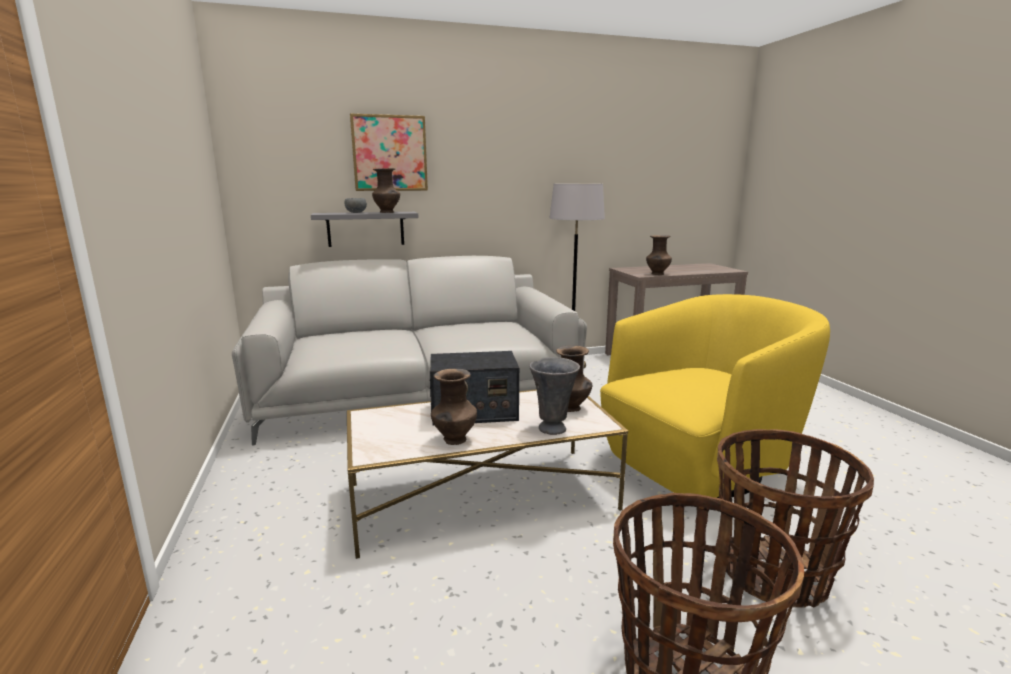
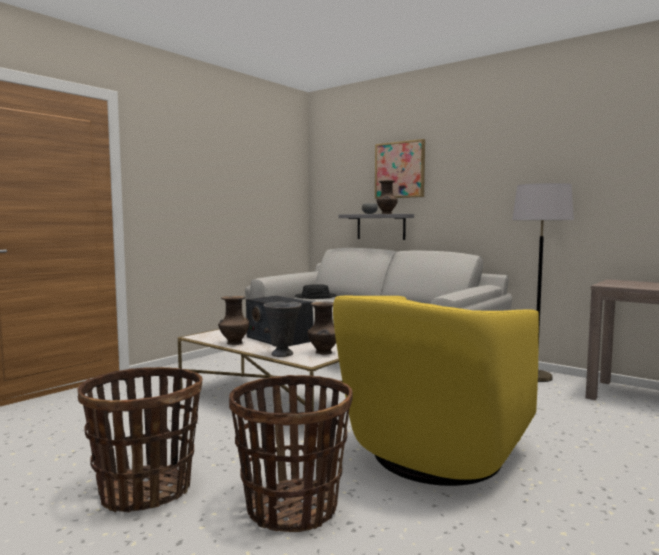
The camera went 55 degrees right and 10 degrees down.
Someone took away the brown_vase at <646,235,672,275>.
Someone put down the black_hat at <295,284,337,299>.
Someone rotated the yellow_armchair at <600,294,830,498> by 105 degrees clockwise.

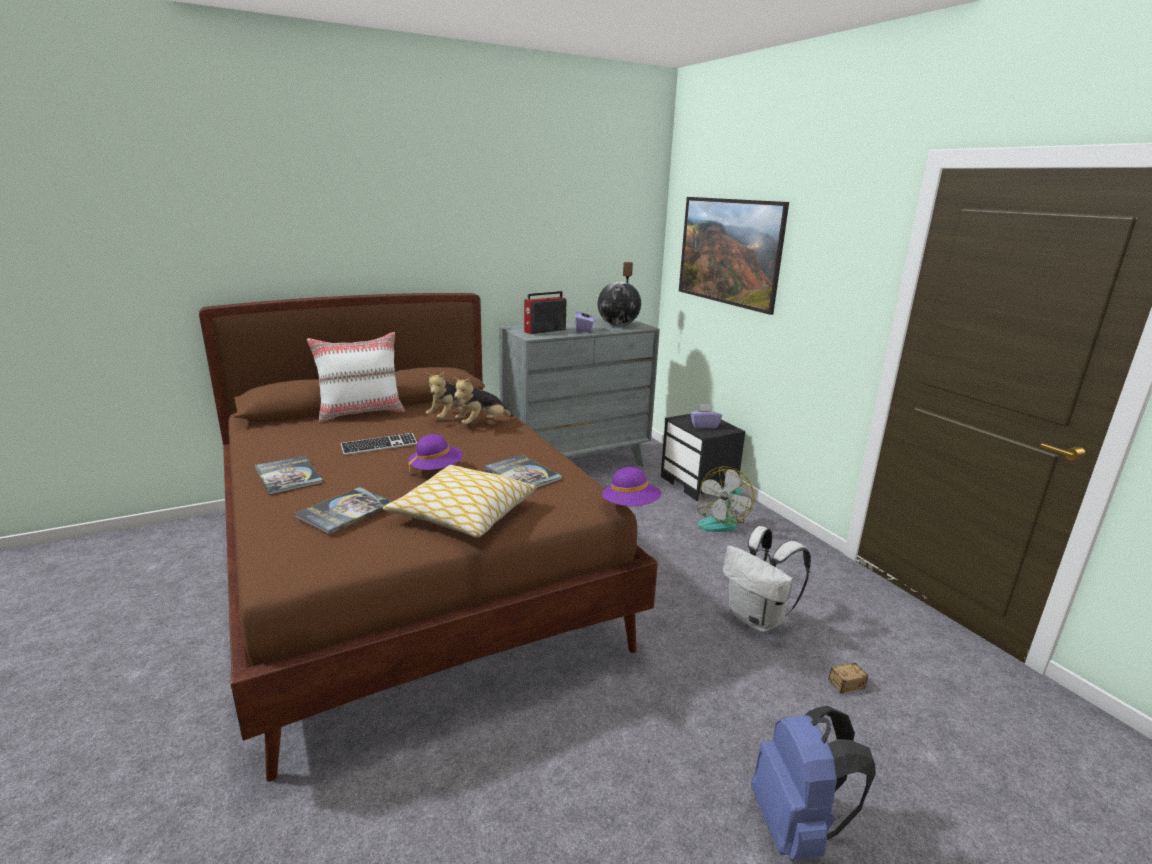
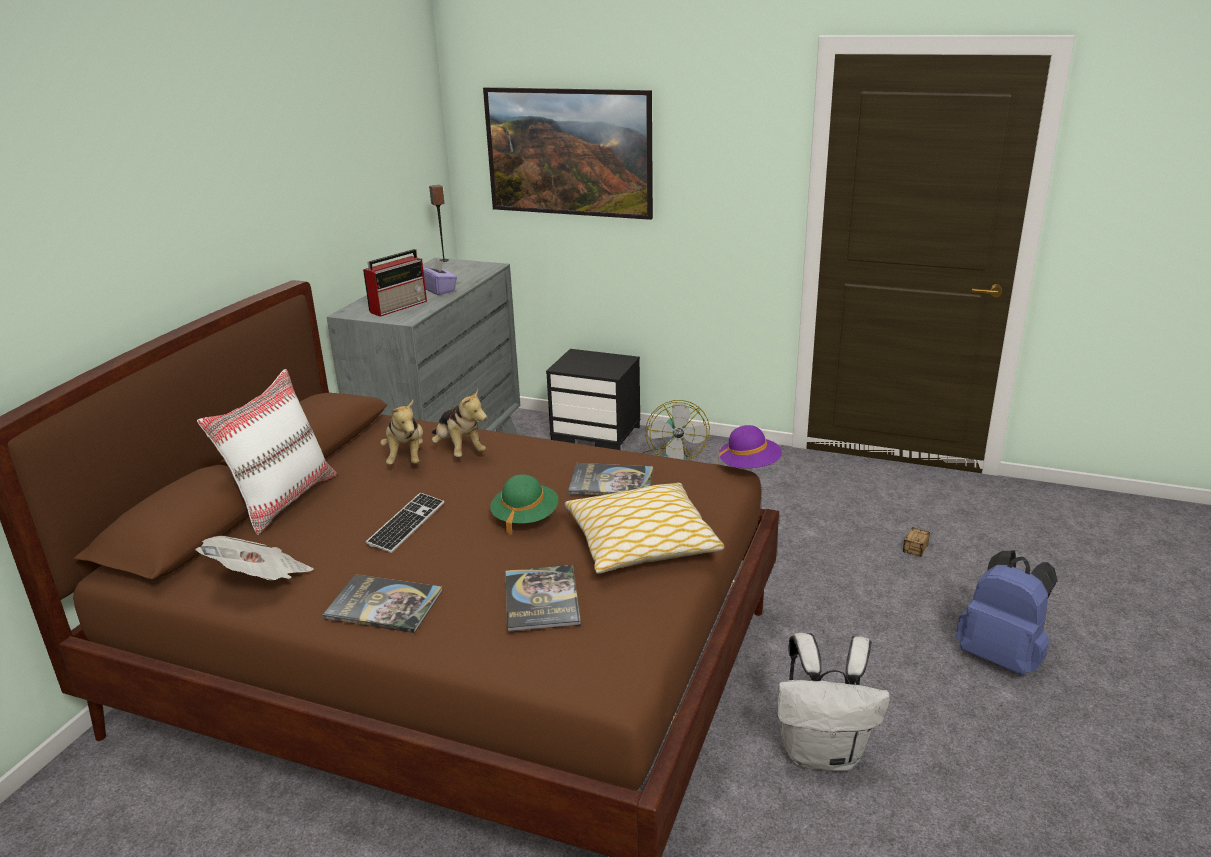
The camera went 40 degrees left and 5 degrees up.
Someone took away the globe at <597,281,641,326>.
Someone took away the purple_tissue_box at <690,404,722,428>.
Someone put down the newspaper at <195,536,313,581>.
Someone carried the white_backpack from <722,526,811,632> to <777,633,890,771>.
Someone repainted the purple_hat at <409,434,463,473>, which became the green_hat at <490,474,559,536>.
Someone rotated the plush_toy at <453,377,513,425> by 45 degrees counterclockwise.
Someone rotated the radio at <524,291,567,334> by 150 degrees counterclockwise.

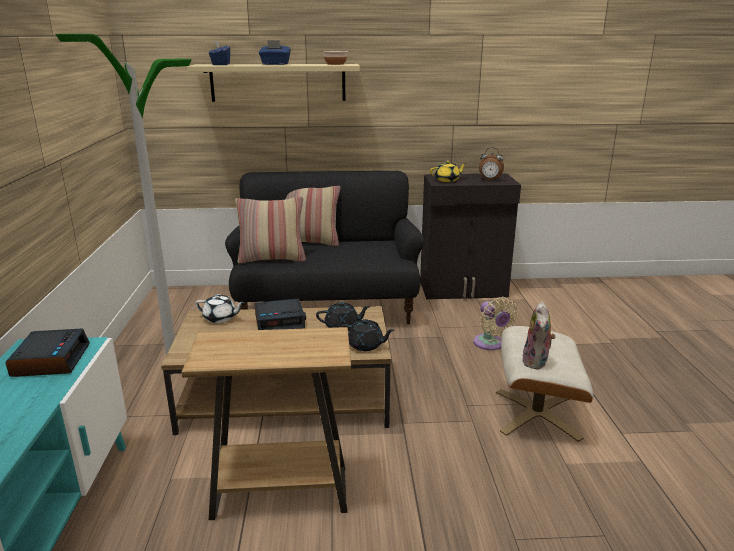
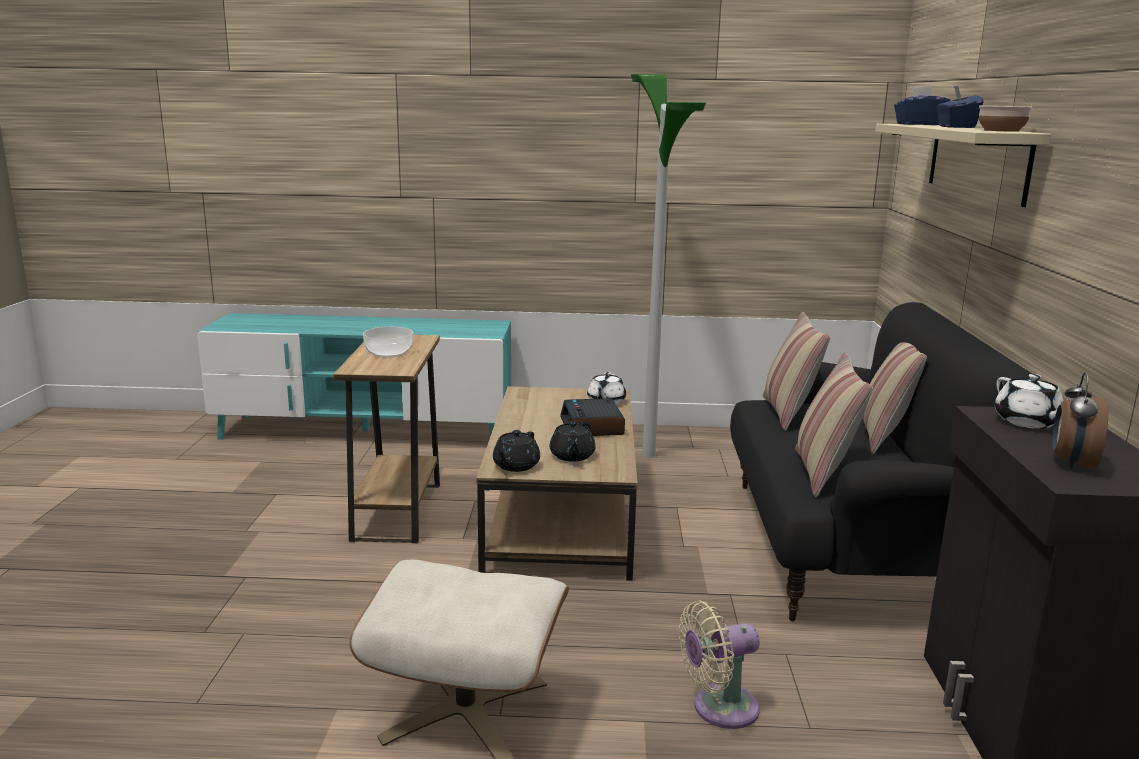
The camera went 95 degrees right and 5 degrees down.
Someone took away the alarm_clock at <6,329,90,377>.
Someone took away the plush_toy at <522,302,556,369>.
Someone put down the bowl at <363,327,413,358>.
Someone put down the pillow at <795,352,873,497>.
Someone repainted the yellow_teapot at <430,161,467,182>, which became the white_teapot at <995,374,1069,429>.

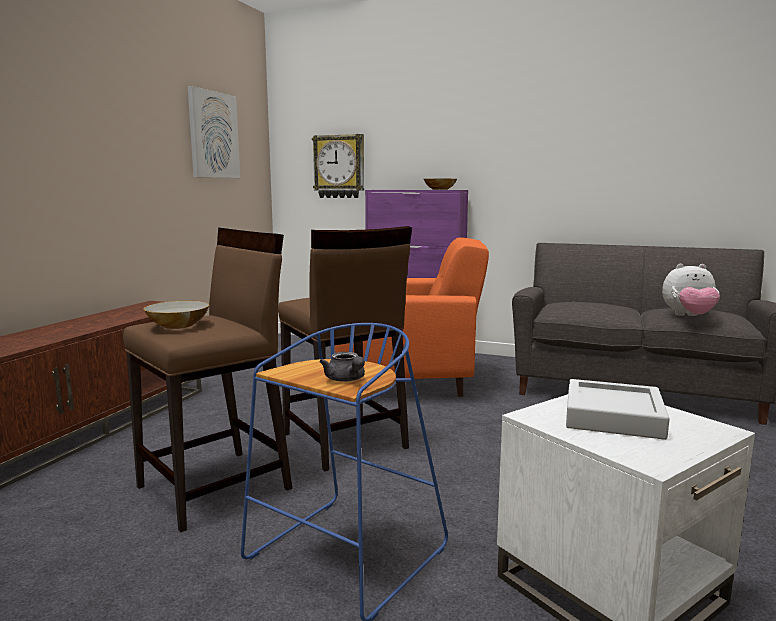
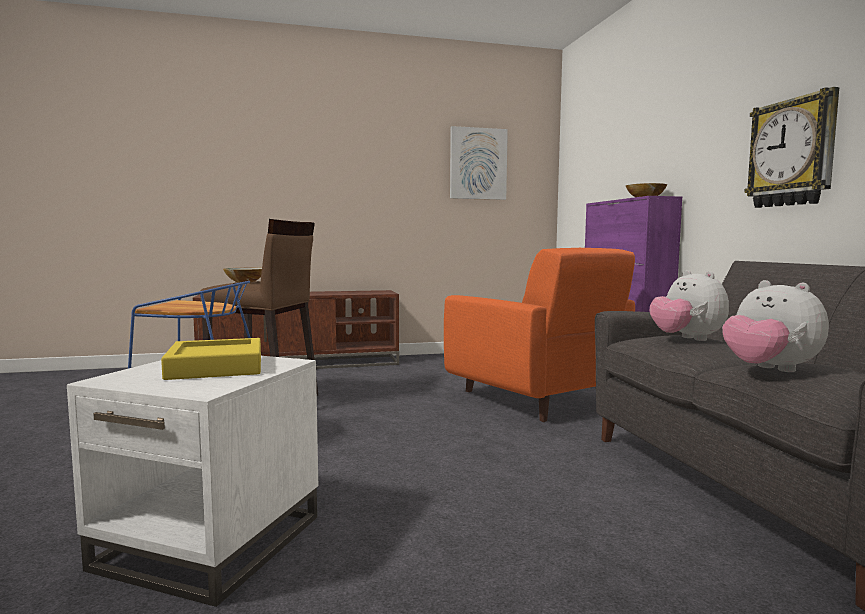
The camera went 55 degrees right and 5 degrees down.
Someone took away the brown_stool at <278,226,412,471>.
Someone took away the grey_teapot at <320,352,365,382>.
Someone put down the plush_toy at <650,270,729,341>.
Someone carried the wall_clock from <312,134,364,198> to <744,87,839,208>.
Someone repainted the grey_tray at <566,379,669,440>, which became the yellow_tray at <161,338,261,380>.

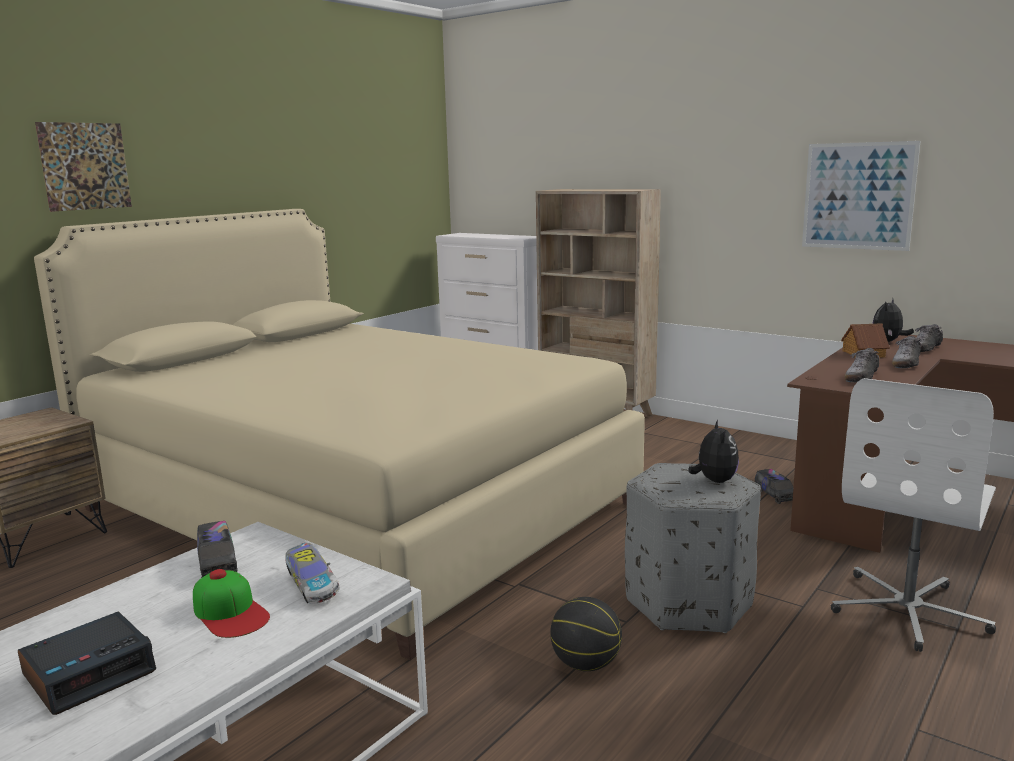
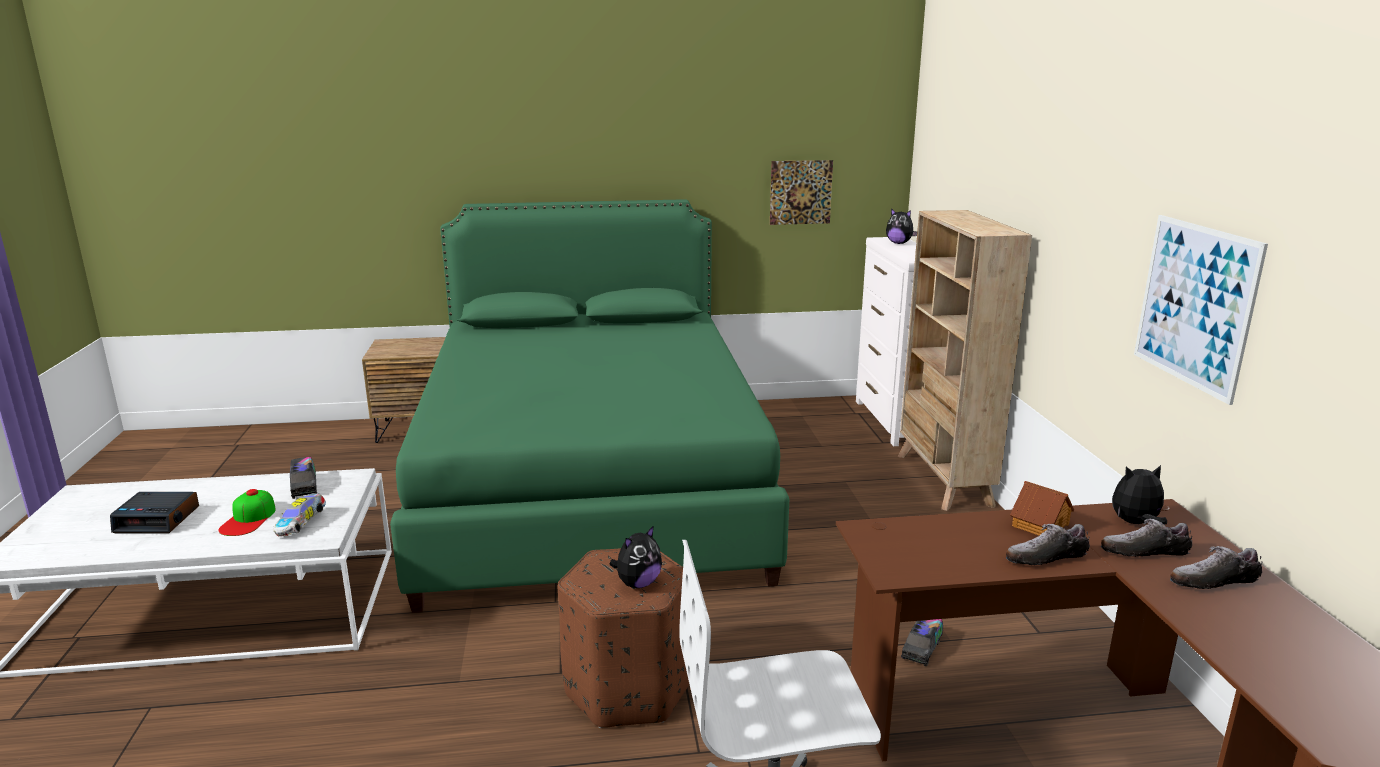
The camera went 45 degrees right and 5 degrees up.
Someone took away the basketball at <550,597,622,671>.
Someone put down the plush_toy at <886,208,917,244>.
Someone carried the picture from <35,122,132,212> to <770,160,833,225>.
Someone carried the shoe from <845,348,879,382> to <1170,546,1262,589>.
Someone repainted the beige_bed at <34,209,645,660>, which became the green_bed at <390,199,789,613>.
Someone repainted the grey_ottoman at <625,463,761,633>, which became the brown_ottoman at <557,548,689,728>.
Someone rotated the toy_truck at <197,521,238,578> by 45 degrees counterclockwise.

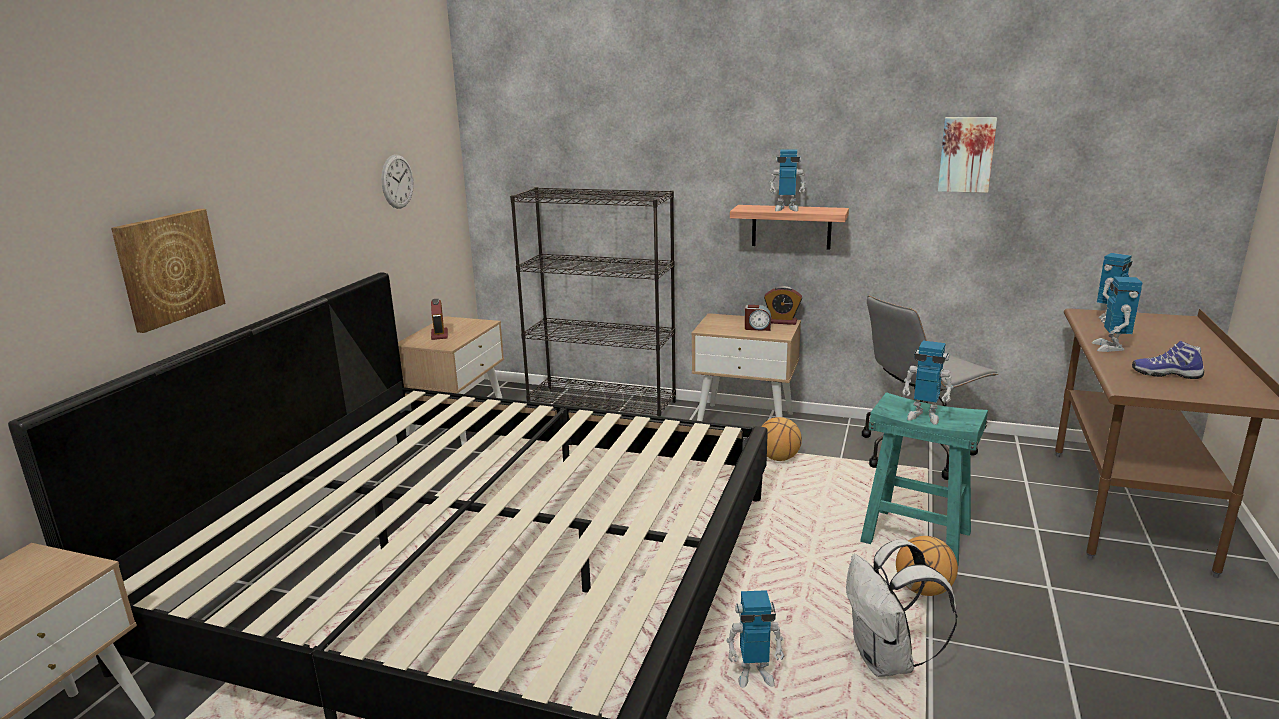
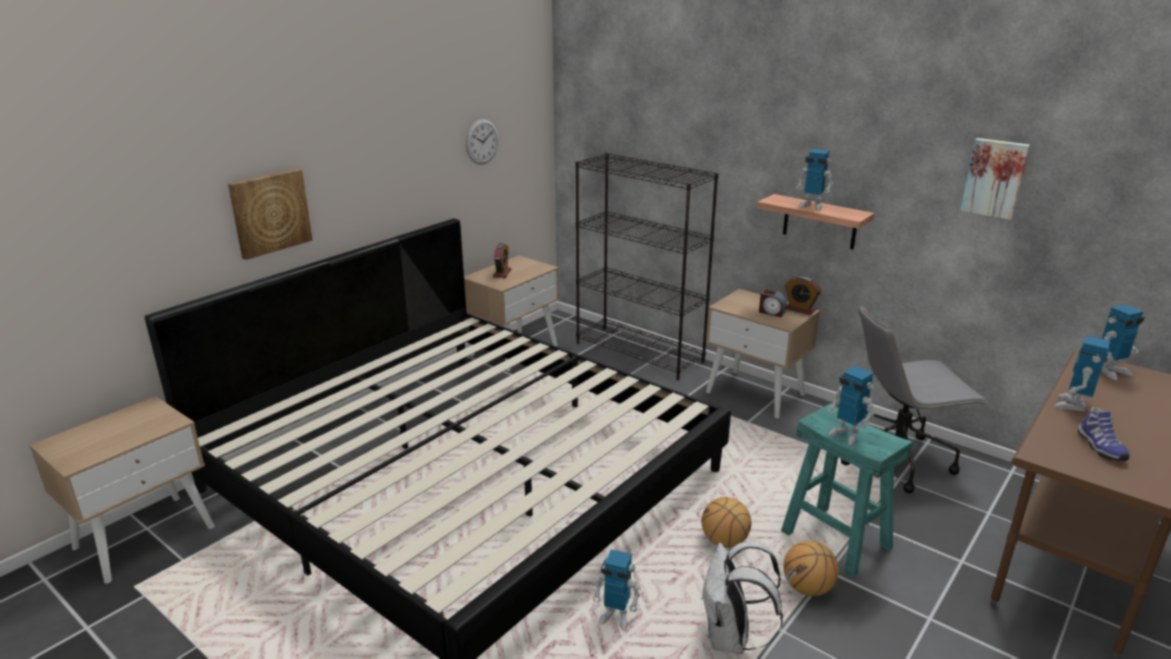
The camera went 20 degrees right and 5 degrees up.
Someone carried the basketball from <761,417,802,461> to <701,497,751,548>.
Someone rotated the shoe at <1132,341,1204,379> by 135 degrees counterclockwise.

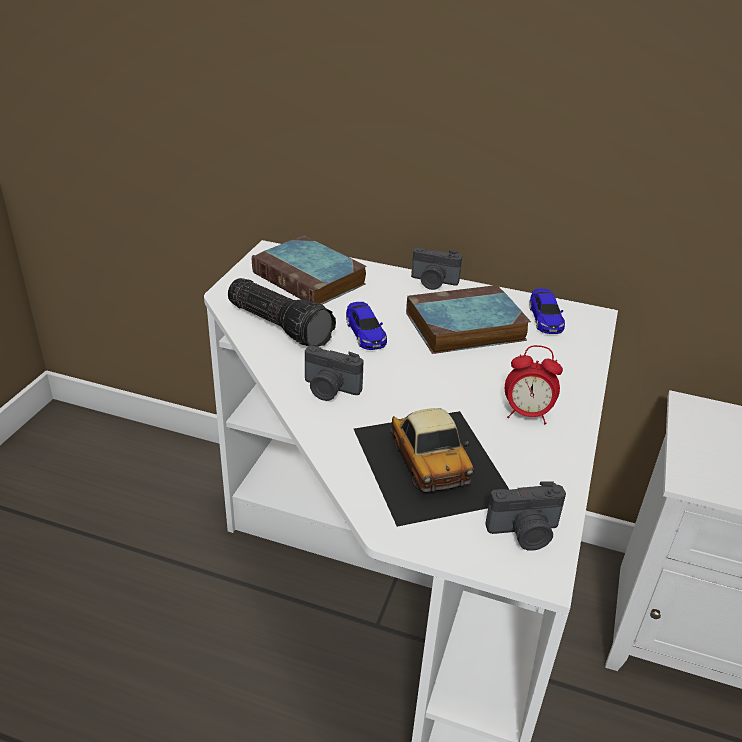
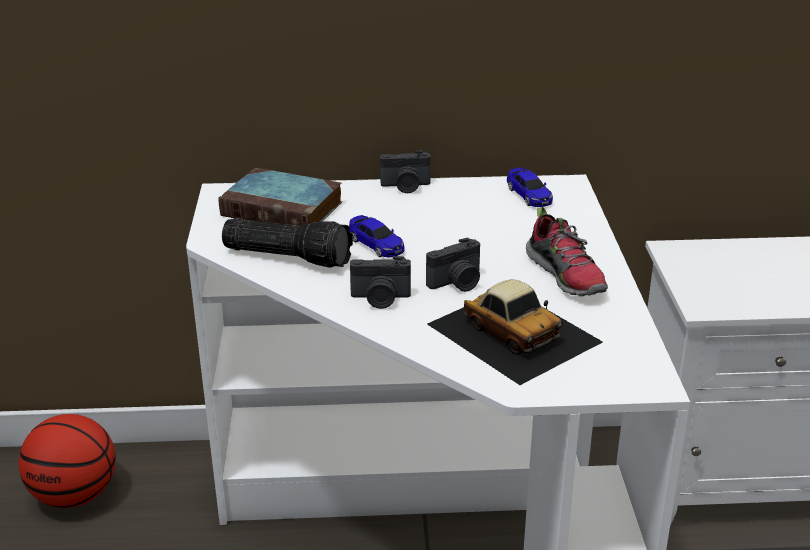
The camera went 20 degrees left and 5 degrees down.
Someone took away the book at <406,285,531,354>.
Someone put down the basketball at <19,414,116,508>.
Someone carried the photo_camera from <485,481,566,551> to <426,238,480,292>.
Someone swapped the alarm_clock at <505,345,563,424> for the shoe at <526,207,608,296>.

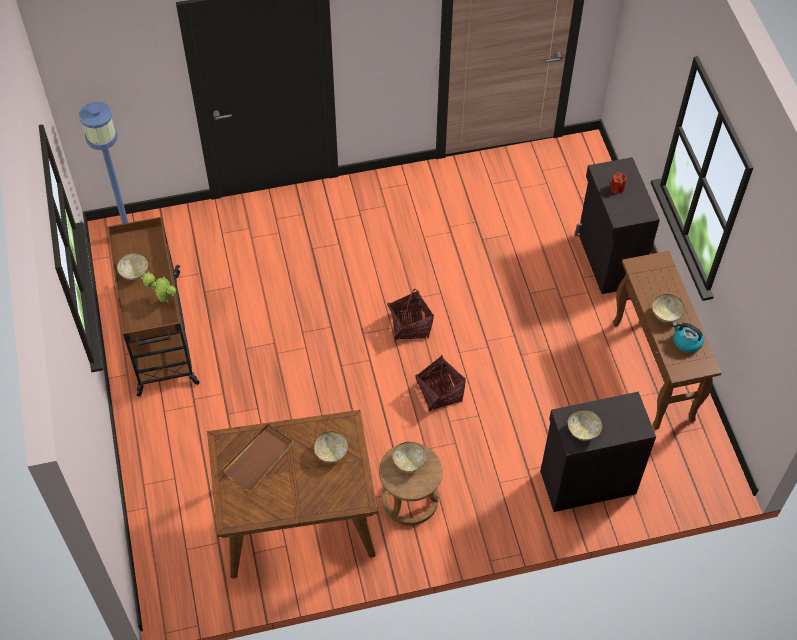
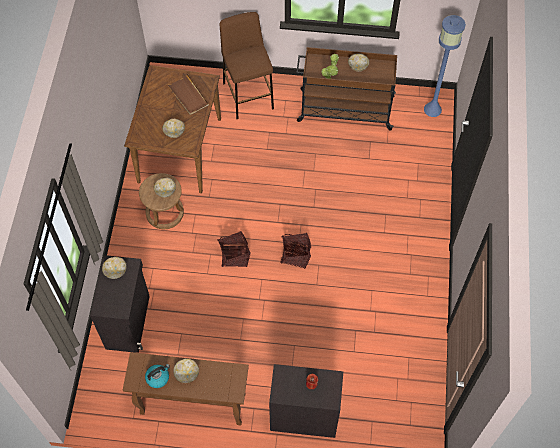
The camera went 110 degrees right and 5 degrees up.
Someone put down the brown_stool at <220,12,274,119>.

